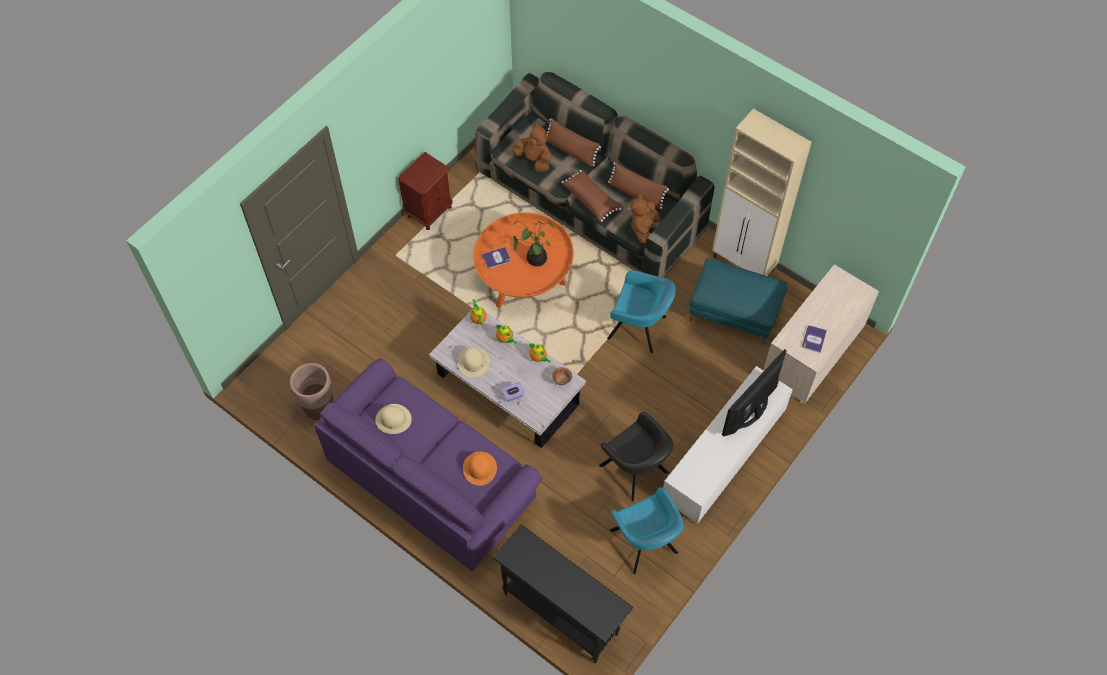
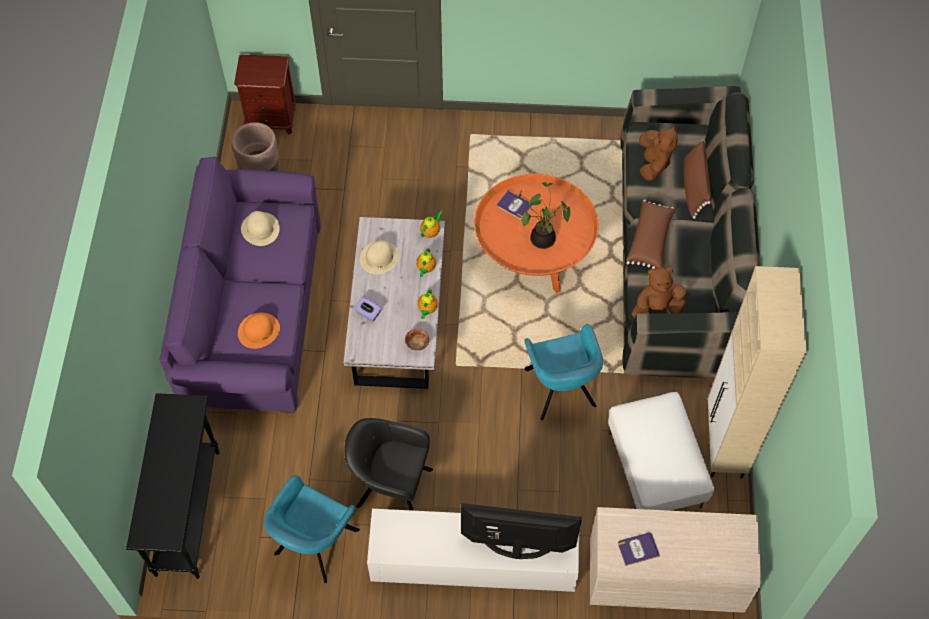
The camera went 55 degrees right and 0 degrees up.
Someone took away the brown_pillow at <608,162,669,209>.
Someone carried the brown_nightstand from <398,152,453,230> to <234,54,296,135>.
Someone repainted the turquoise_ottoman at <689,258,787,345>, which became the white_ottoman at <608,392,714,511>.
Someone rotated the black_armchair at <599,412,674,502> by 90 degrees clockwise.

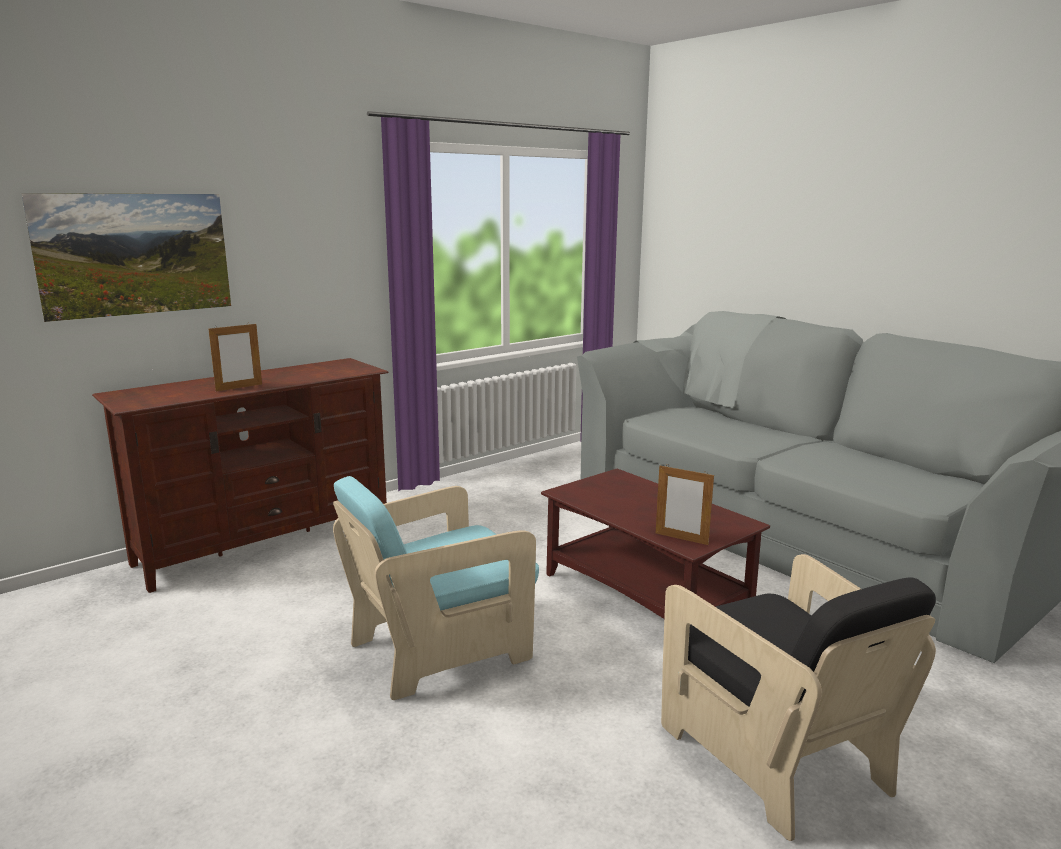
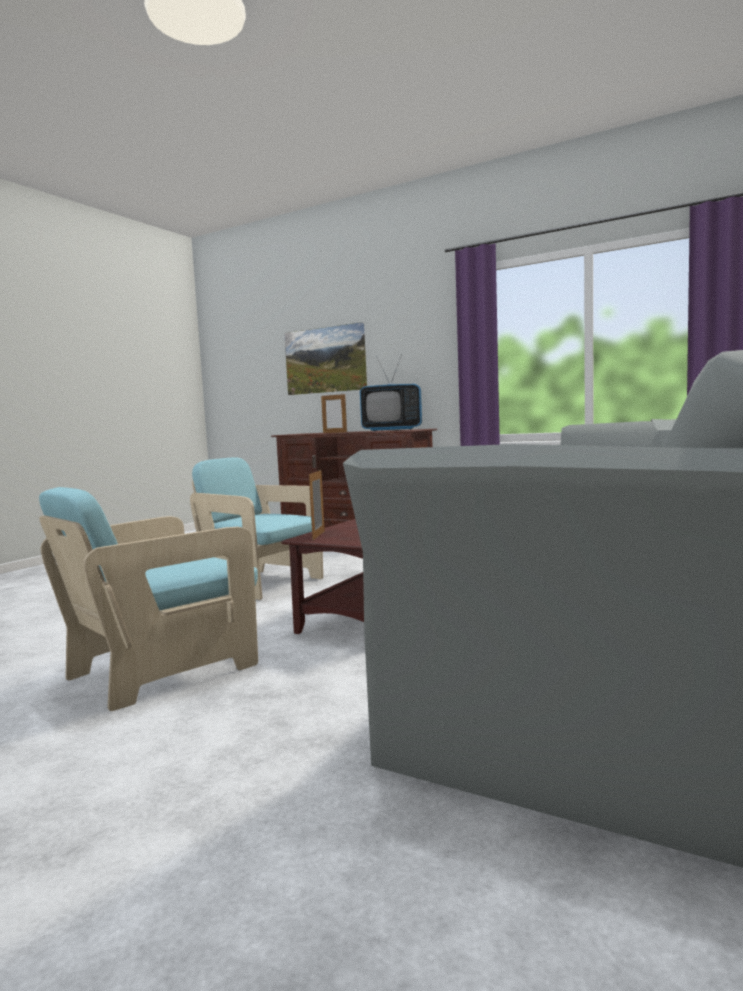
The camera went 70 degrees right and 10 degrees down.
Someone put down the television at <360,354,422,431>.
Someone repainted the black_armchair at <661,554,936,841>, which became the turquoise_armchair at <39,487,258,711>.

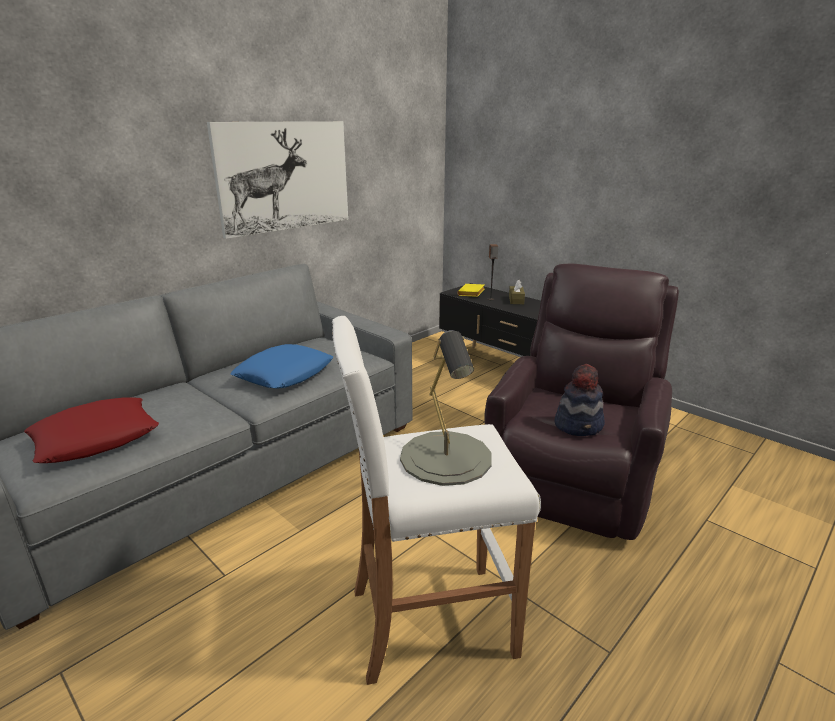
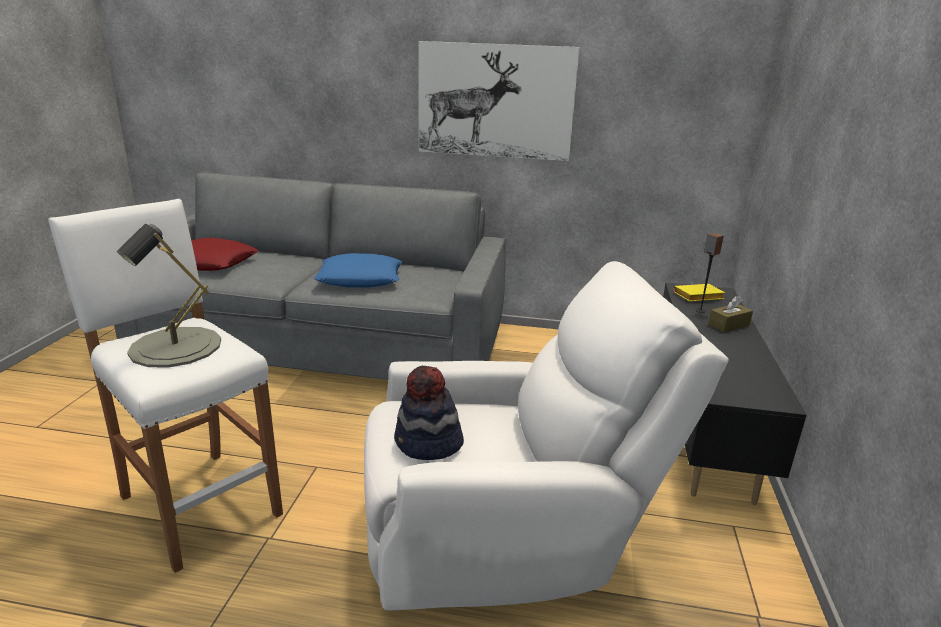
The camera went 55 degrees right and 0 degrees up.
Someone repainted the brown_armchair at <484,264,679,540>, which became the white_armchair at <364,261,729,610>.

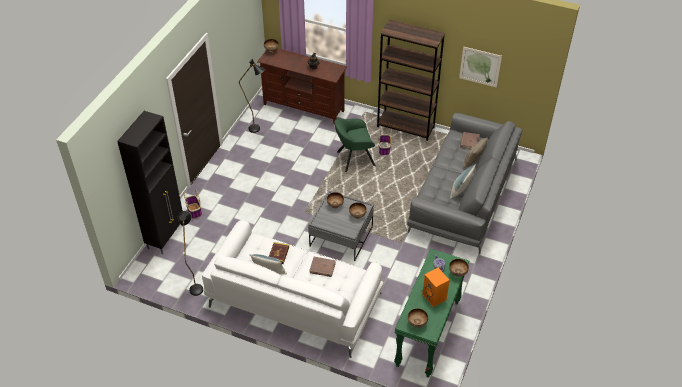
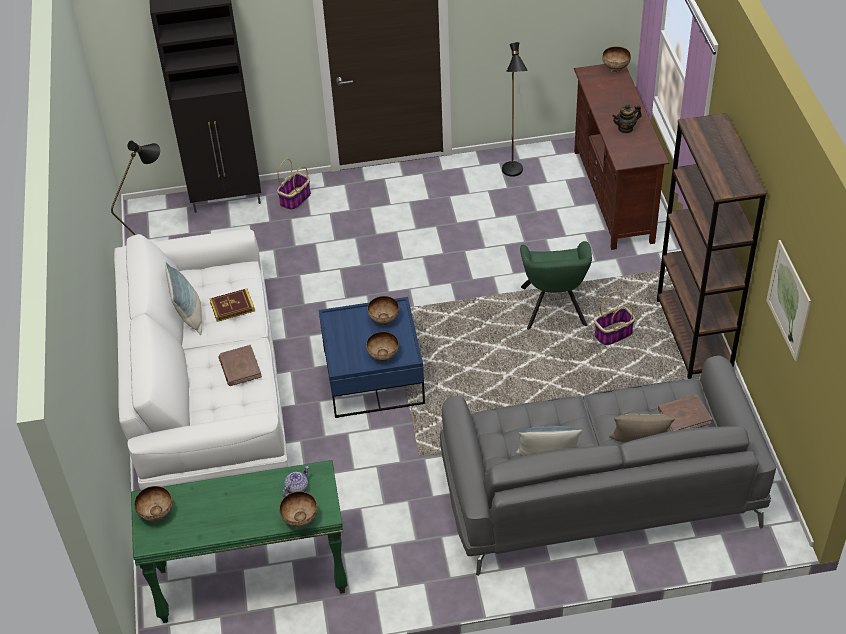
The camera went 60 degrees right and 0 degrees up.
Someone took away the orange_speaker at <422,268,450,307>.
Someone repainted the grey_coffee_table at <308,191,374,261>, which became the blue_coffee_table at <319,297,425,418>.
Someone rotated the green_armchair at <334,118,376,172> by 135 degrees counterclockwise.

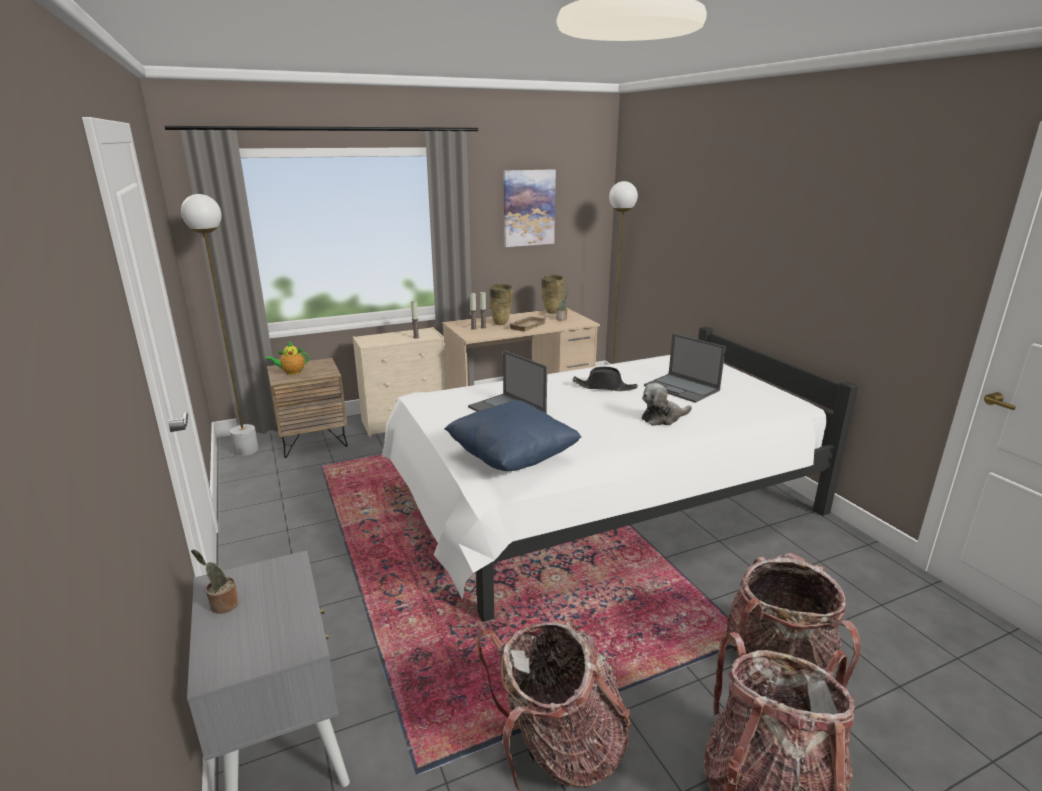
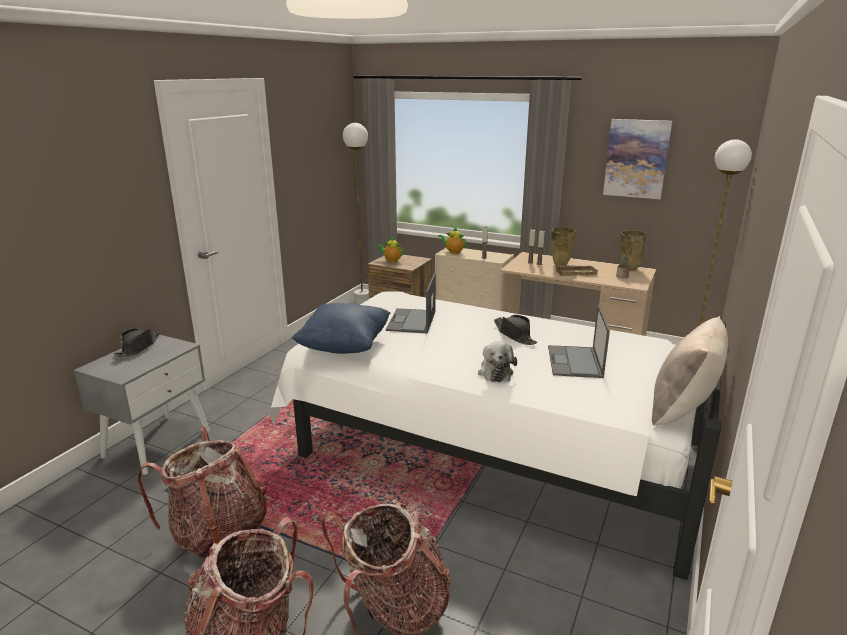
The camera went 50 degrees right and 0 degrees up.
Someone put down the teapot at <438,227,467,254>.
Someone put down the beige_pillow at <652,316,728,426>.
Someone swapped the potted_plant at <191,549,239,614> for the black_hat at <114,328,160,357>.
Someone rotated the plush_toy at <642,383,692,426> by 120 degrees counterclockwise.

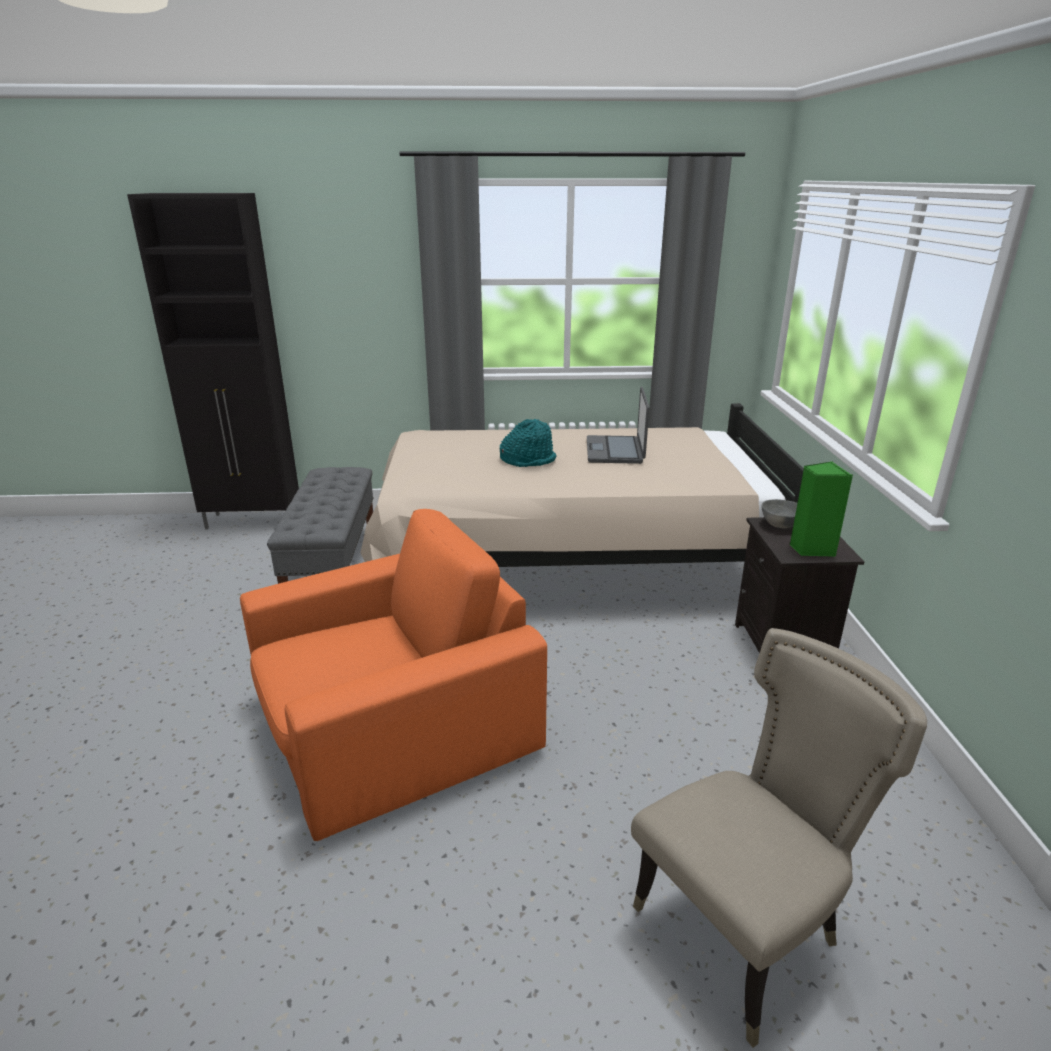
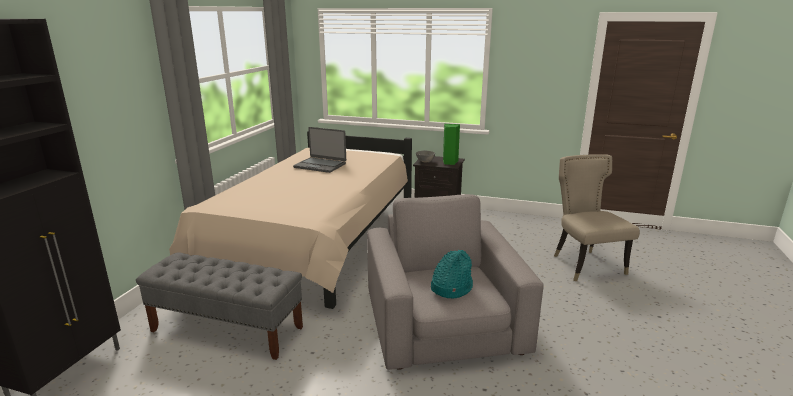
The camera went 70 degrees left and 5 degrees down.
Someone carried the turquoise_hat from <500,419,556,467> to <431,250,473,298>.
Someone repainted the orange_armchair at <240,509,547,841>, which became the grey_armchair at <367,194,544,370>.

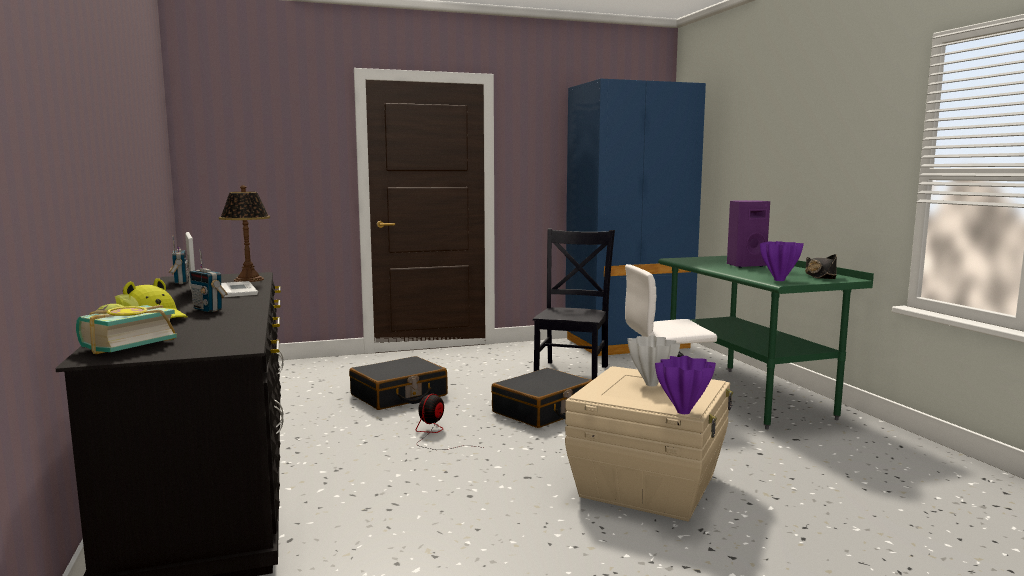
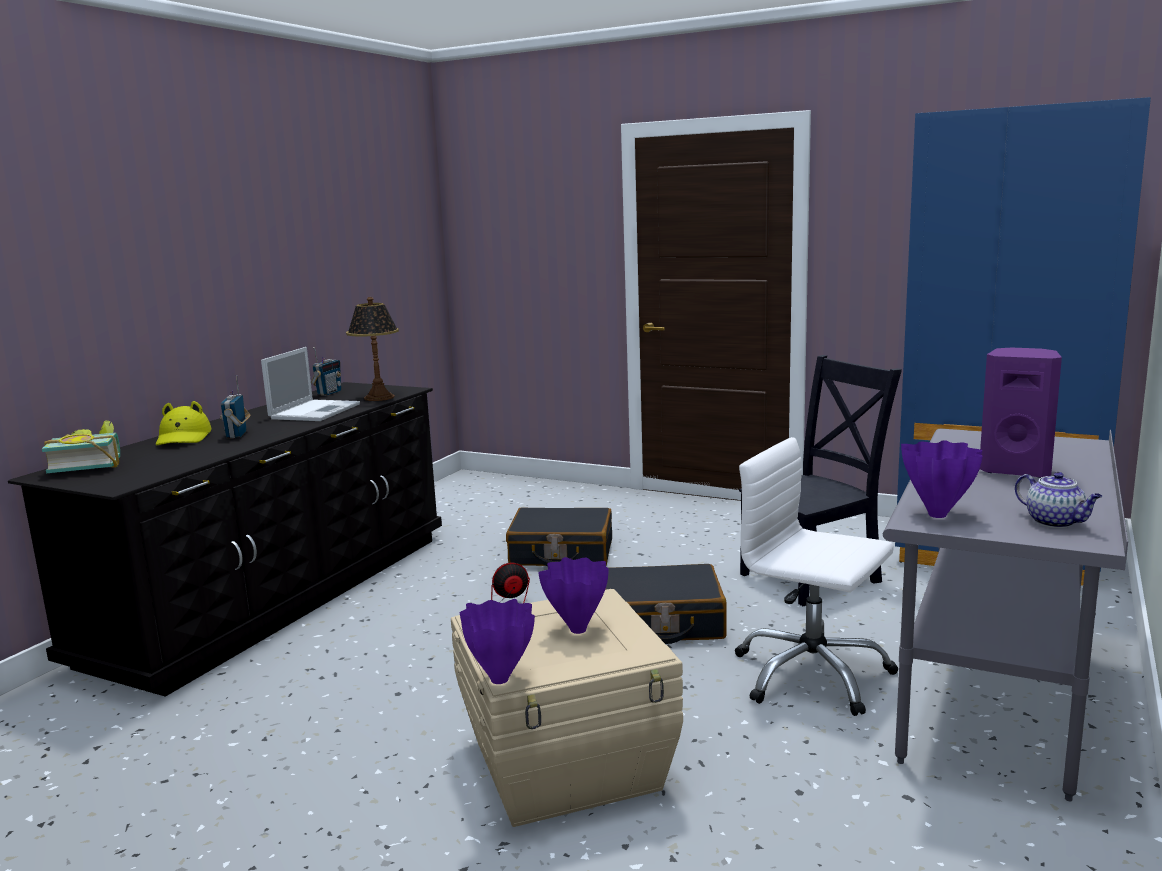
The camera went 45 degrees right and 5 degrees up.
Someone swapped the black_hat at <805,254,837,279> for the teapot at <1015,472,1102,528>.
Someone repainted the white_vase at <627,335,680,386>, which became the purple_vase at <538,557,609,634>.
Someone repainted the green_desk at <658,256,874,430>, which became the grey_desk at <883,429,1128,801>.

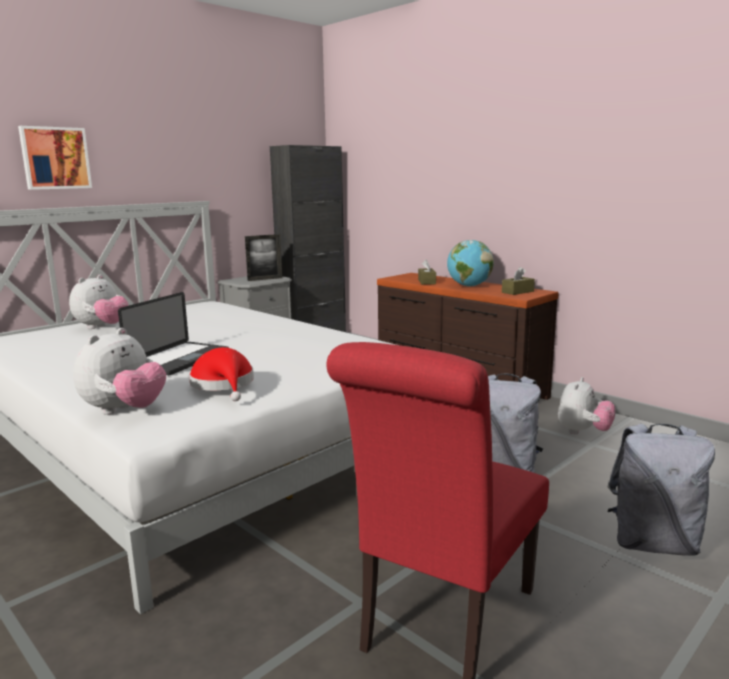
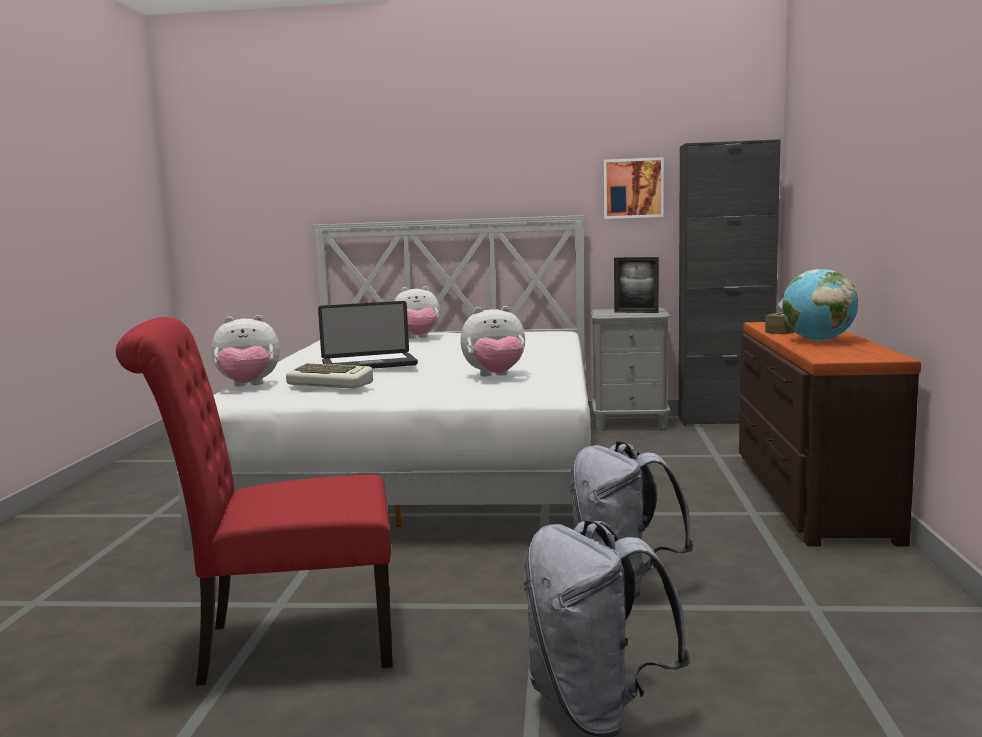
The camera went 50 degrees right and 5 degrees down.
Someone took away the brown_tissue_box at <502,267,535,295>.
Someone carried the picture from <18,126,92,190> to <603,157,664,219>.
Someone carried the plush_toy from <558,377,616,435> to <460,306,525,376>.
Someone swapped the red_hat at <189,347,254,401> for the keyboard at <286,363,373,389>.

